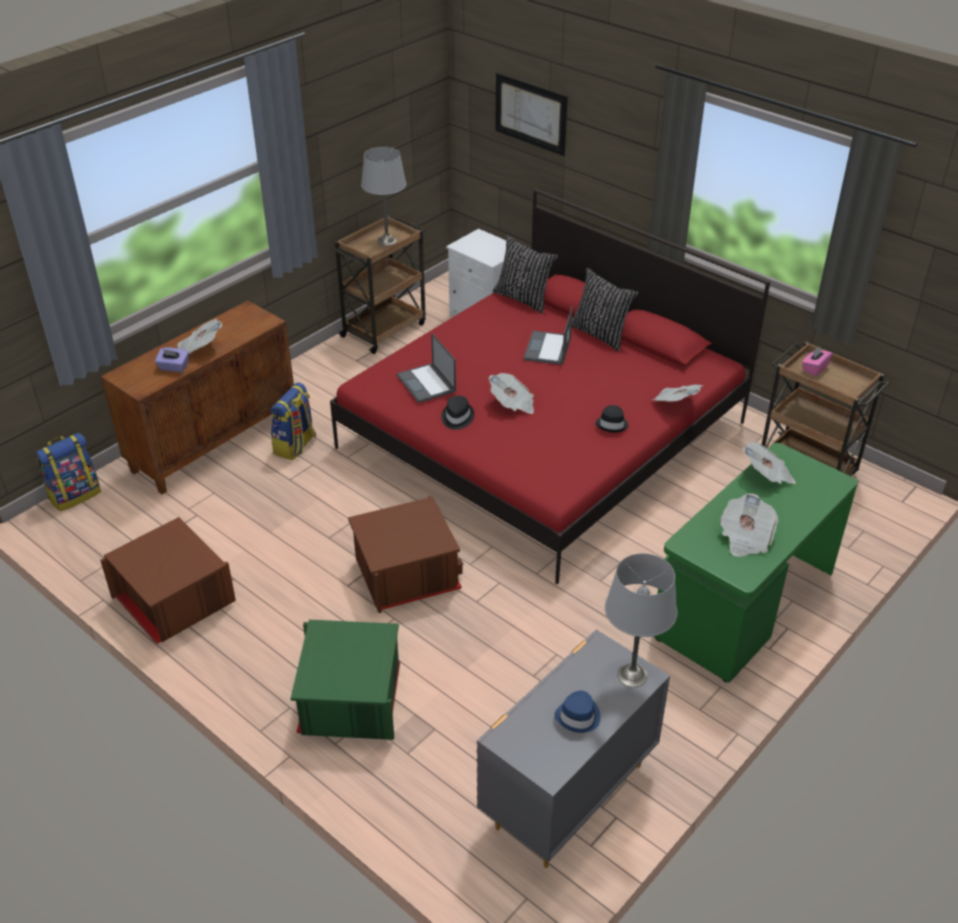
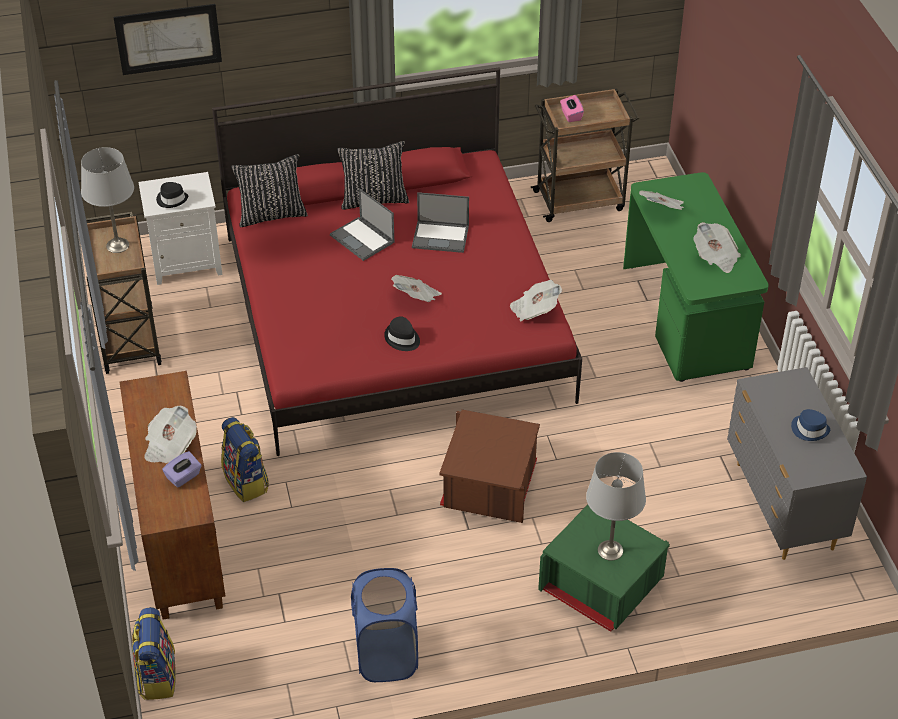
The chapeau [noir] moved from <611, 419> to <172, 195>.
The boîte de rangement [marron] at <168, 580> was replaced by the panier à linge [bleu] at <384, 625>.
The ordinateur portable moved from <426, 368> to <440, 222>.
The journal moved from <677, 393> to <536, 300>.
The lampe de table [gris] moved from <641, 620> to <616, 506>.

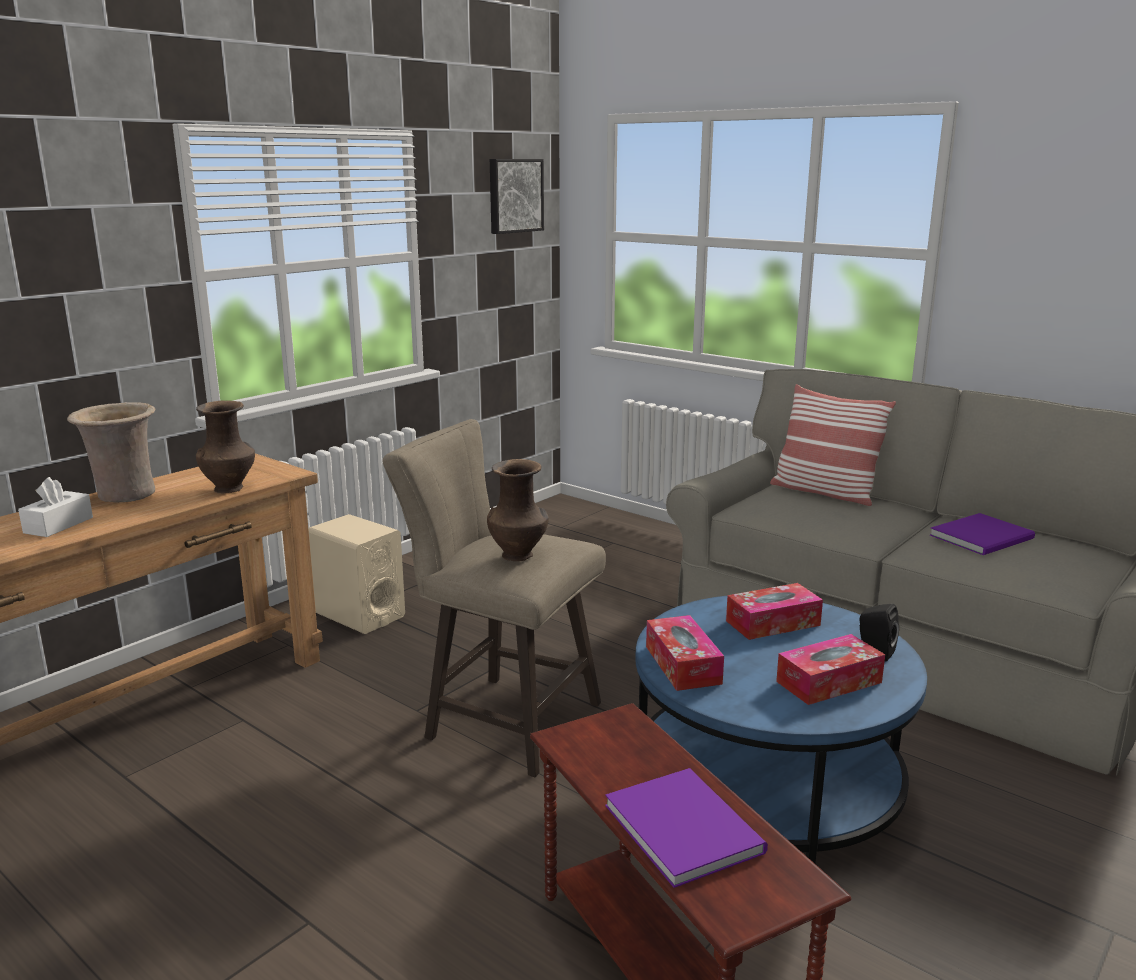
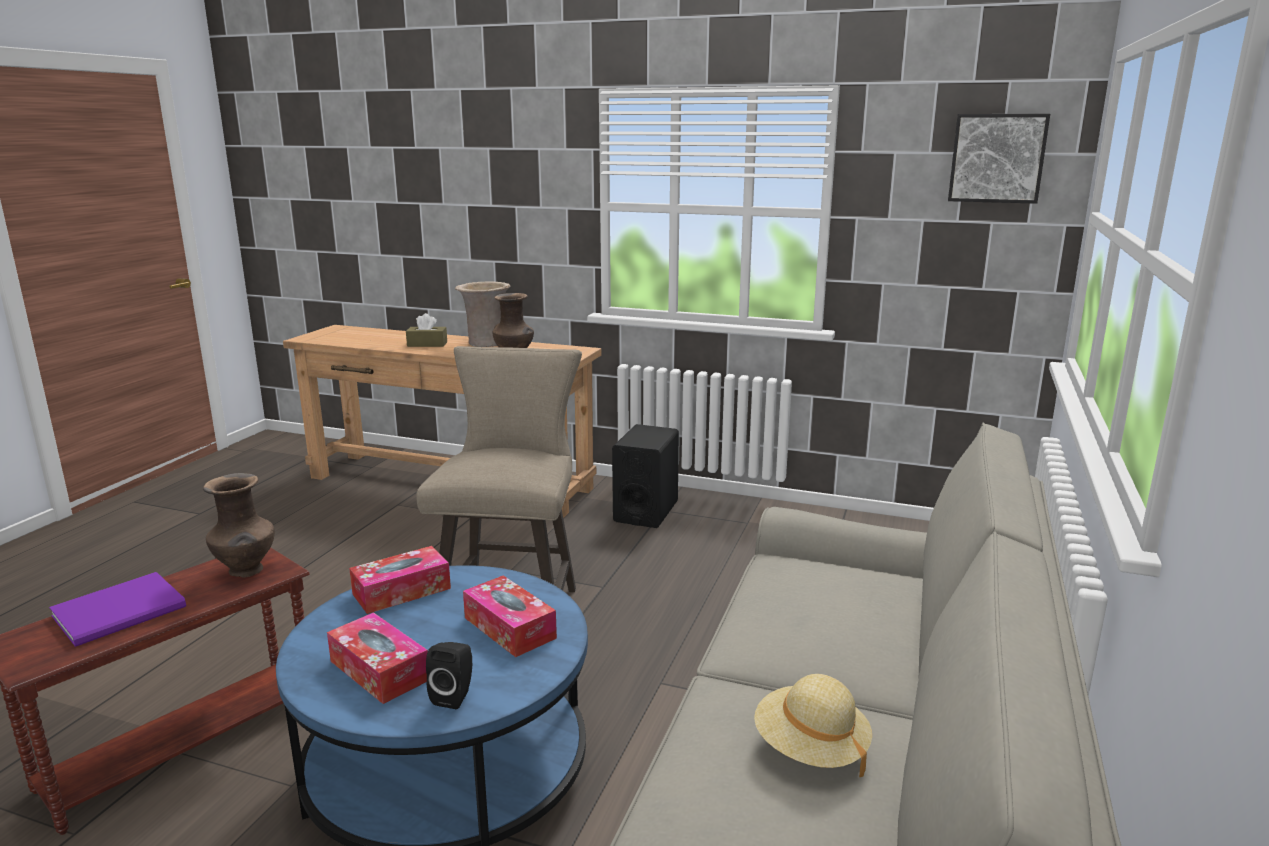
The vase [marron] moved from <518, 510> to <239, 525>.
The boîte à mouchoirs [blanc] at <55, 507> became the boîte à mouchoirs [marron] at <426, 330>.
The enceinte [beige] at <356, 574> became the enceinte [noir] at <645, 476>.
The livre [violet] at <982, 534> was replaced by the chapeau [beige] at <813, 725>.
The coussin at <833, 445> disappeared.

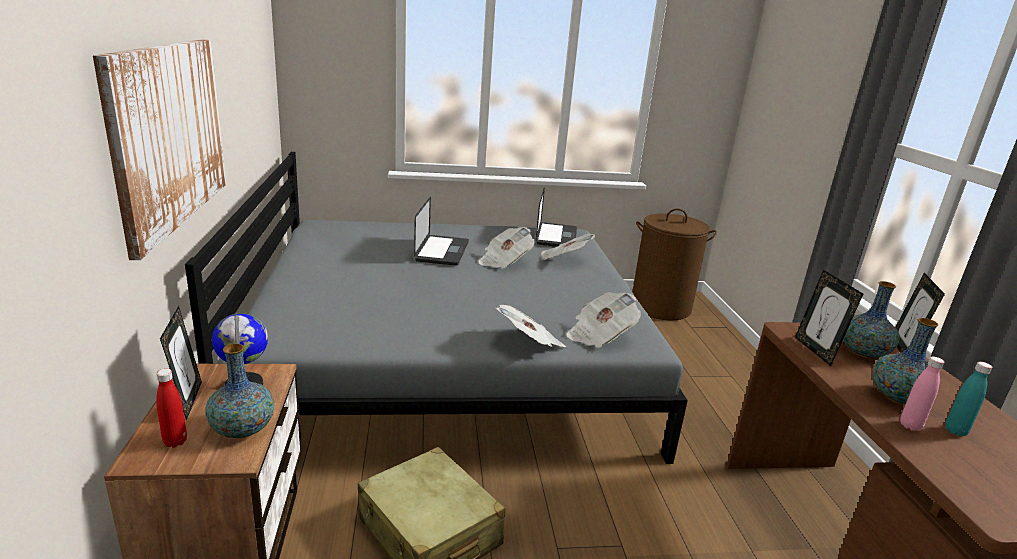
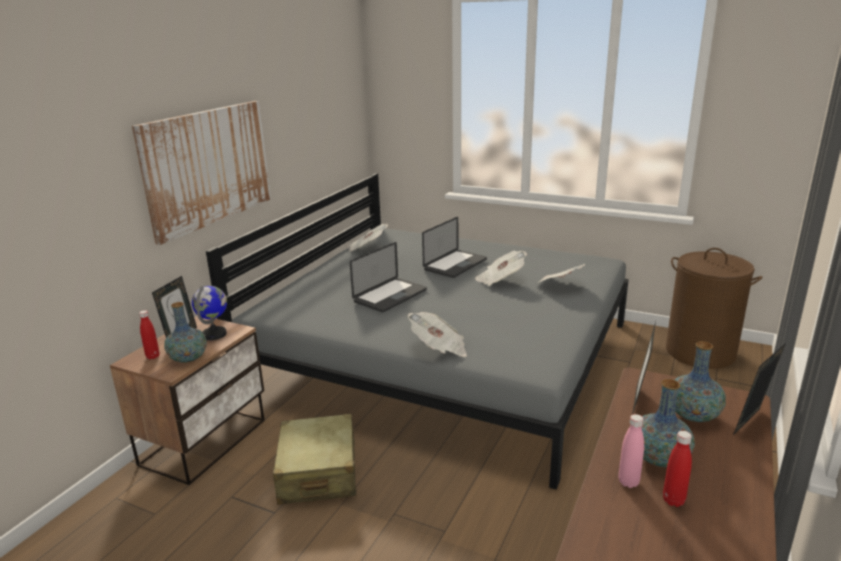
The journal moved from <603, 320> to <367, 238>.
The ordinateur portable moved from <556, 217> to <388, 277>.
The bouteille [turquoise] at <969, 399> became the bouteille [rouge] at <677, 469>.

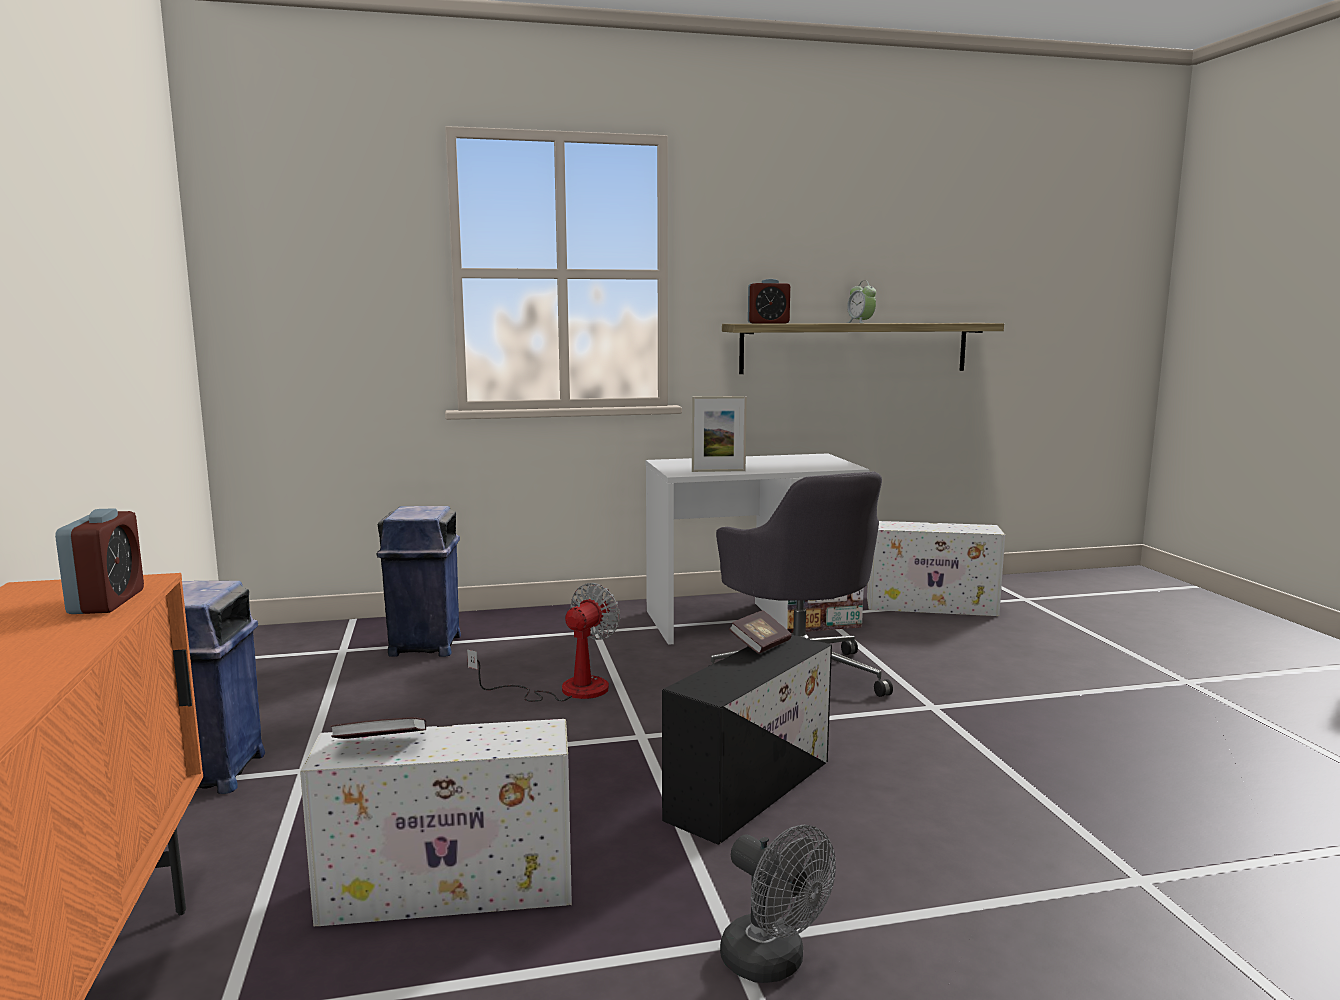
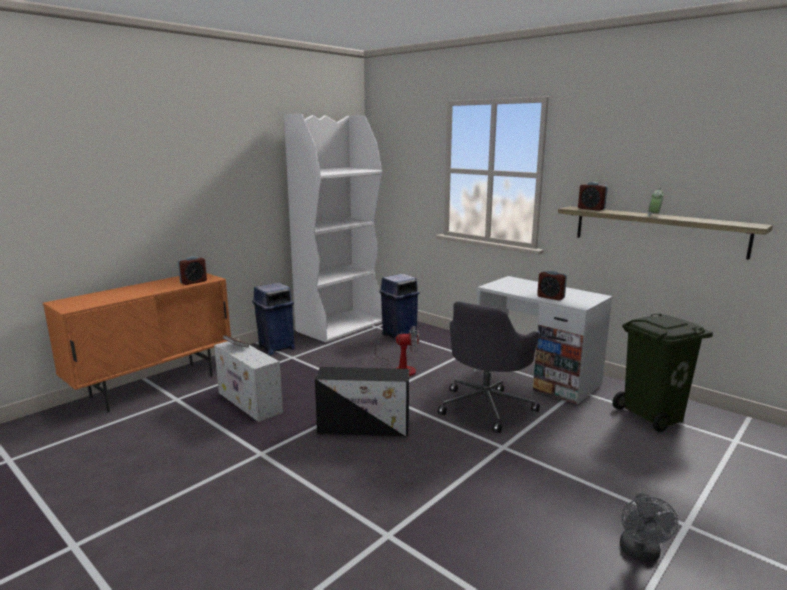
The bibliothèque [blanc] at <333, 228> appeared.
The réveil at <552, 285> appeared.
The boîte de rangement [blanc] at <936, 568> was replaced by the poubelle [vert] at <662, 372>.
The ventilateur [gris] moved from <778, 903> to <649, 527>.
The cadre photo at <719, 434> disappeared.
The livre at <760, 632> disappeared.

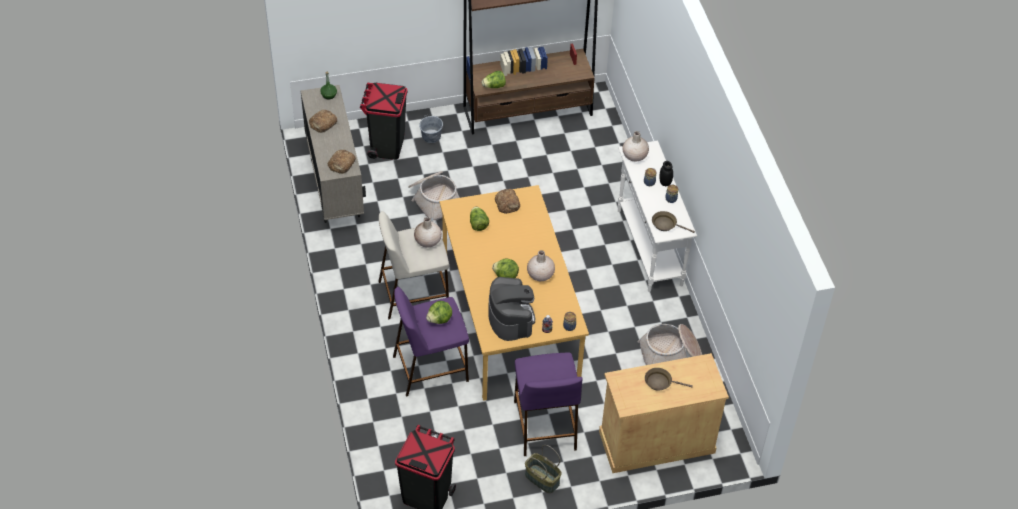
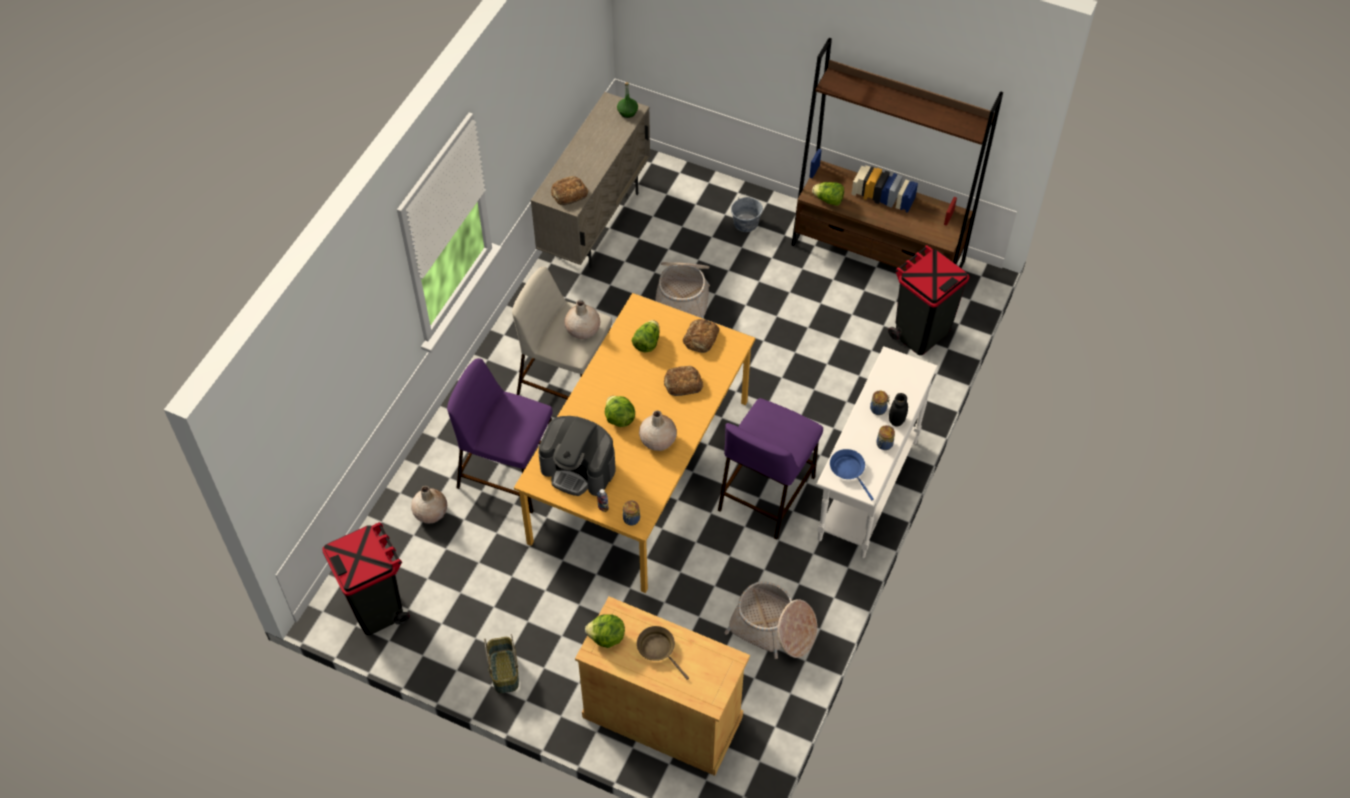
The vase [beige] moved from <635, 146> to <429, 505>.
The machine à café at <511, 309> turned 90 degrees clockwise.
The laitue moved from <439, 312> to <605, 631>.
The pain moved from <323, 121> to <683, 381>.
The tabouret [violet] moved from <548, 404> to <770, 468>.
The poêle [marron] at <673, 222> became the poêle [bleu] at <852, 474>.
The poubelle [noir] moved from <383, 121> to <928, 300>.

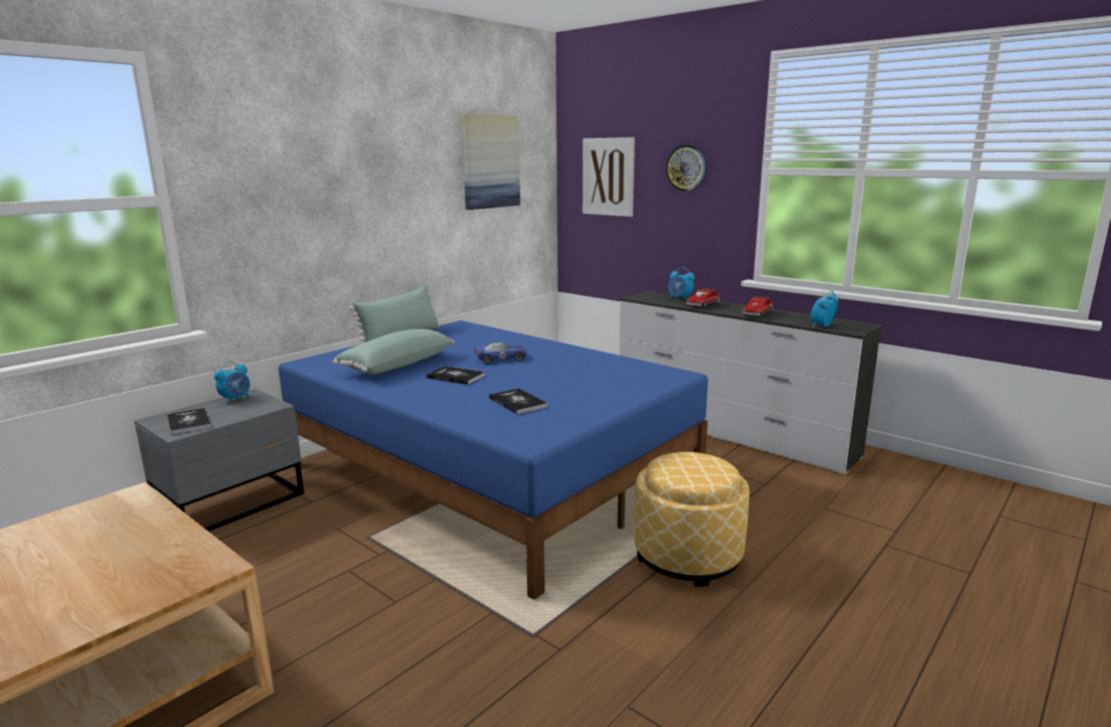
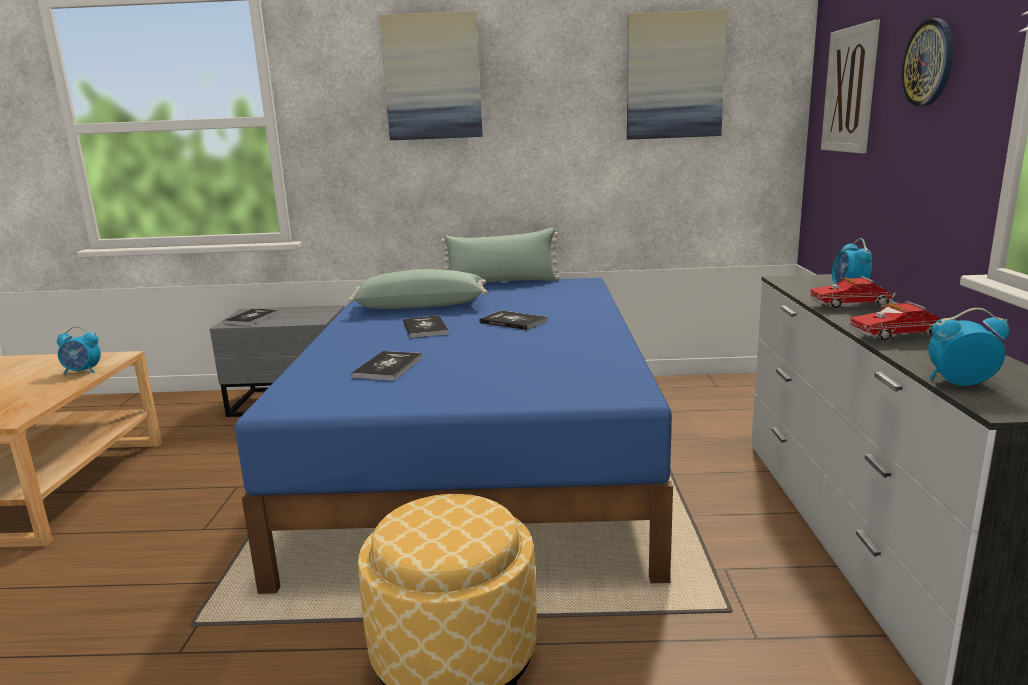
The réveil moved from <232, 382> to <79, 350>.
The tableau at <431, 75> appeared.
The petite voiture at <500, 353> was replaced by the livre at <513, 320>.

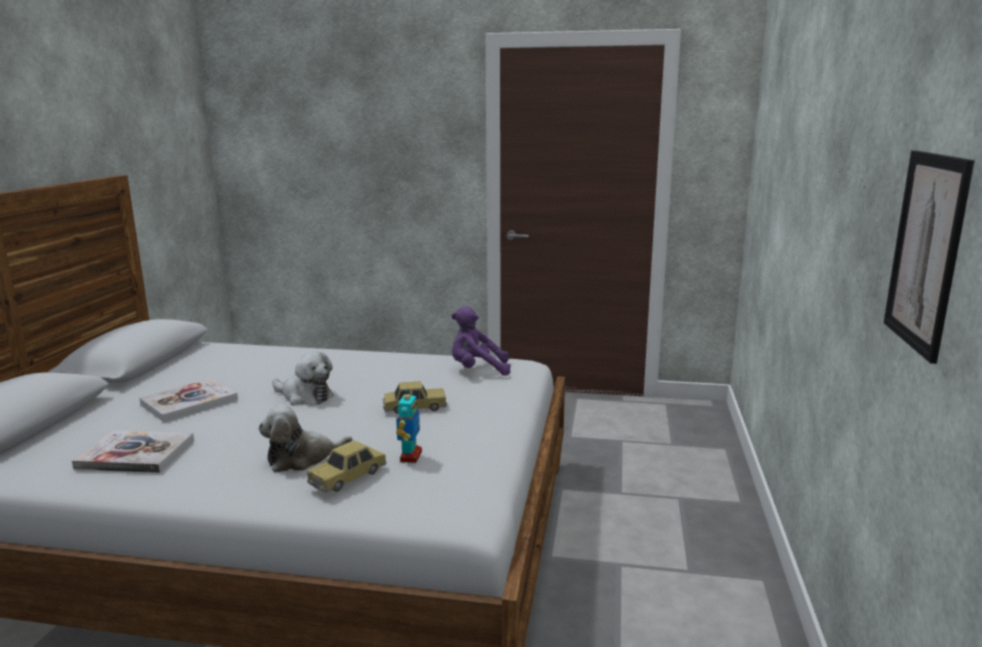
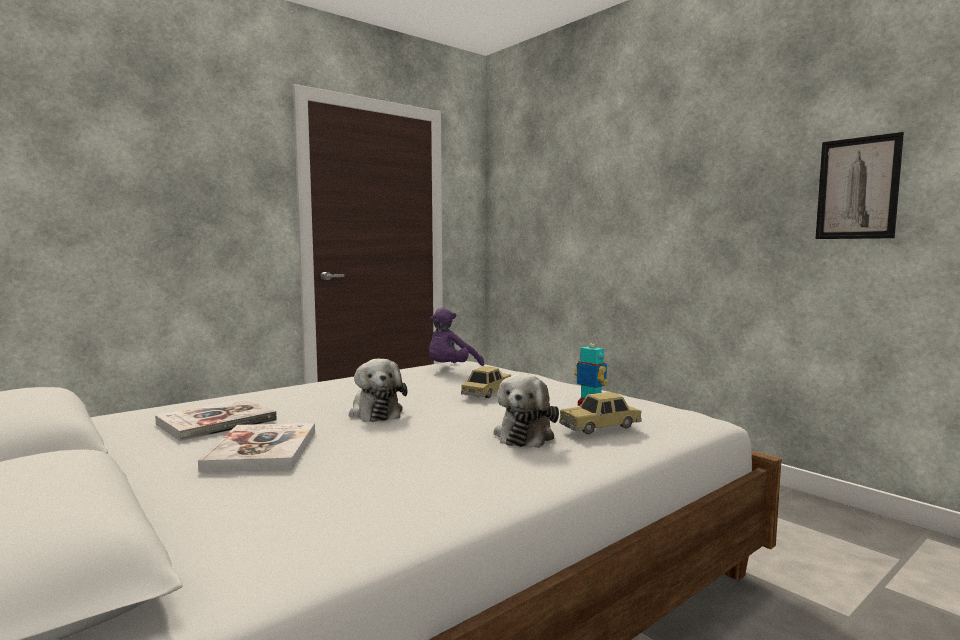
The livre moved from <133, 451> to <216, 419>.
The peluche at <303, 378> turned 90 degrees clockwise.
The petite voiture at <346, 466> turned 75 degrees clockwise.

